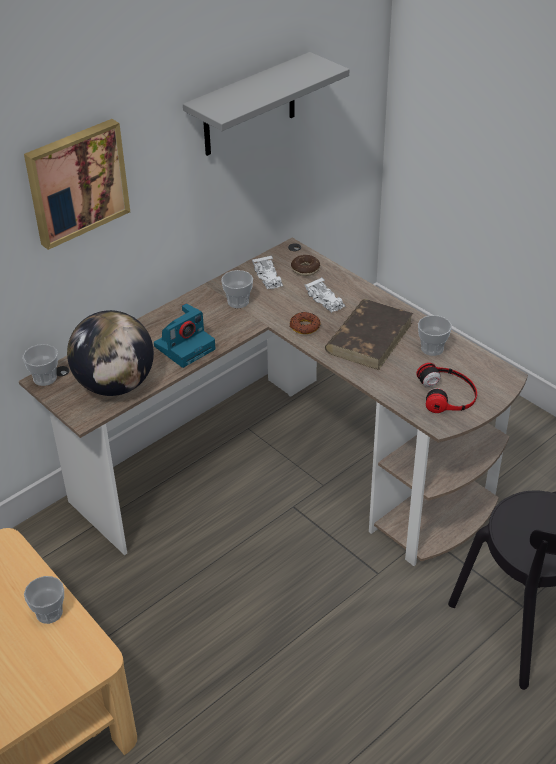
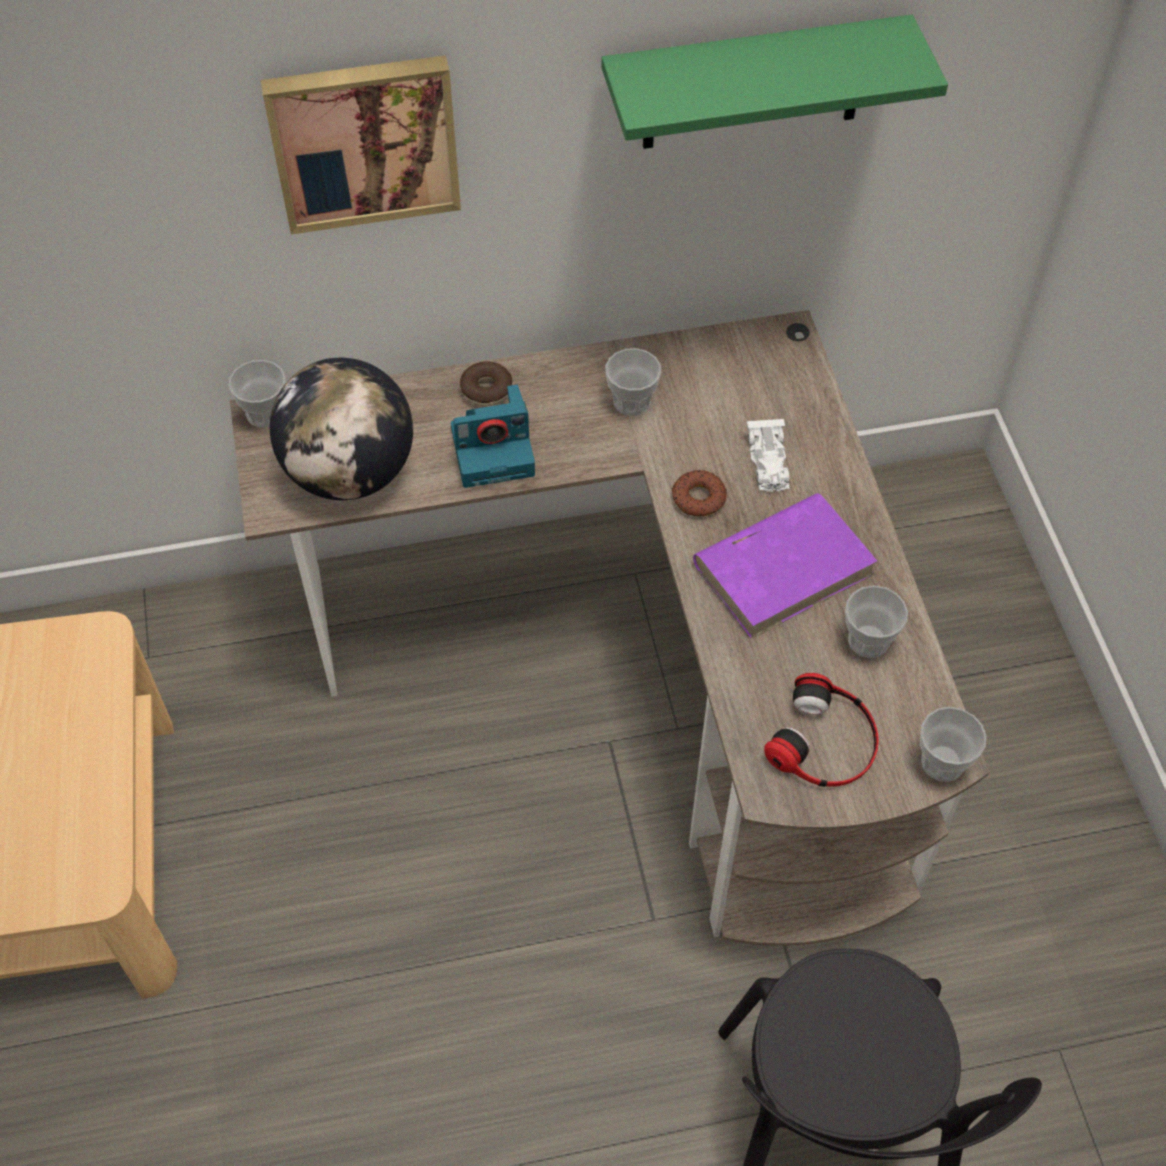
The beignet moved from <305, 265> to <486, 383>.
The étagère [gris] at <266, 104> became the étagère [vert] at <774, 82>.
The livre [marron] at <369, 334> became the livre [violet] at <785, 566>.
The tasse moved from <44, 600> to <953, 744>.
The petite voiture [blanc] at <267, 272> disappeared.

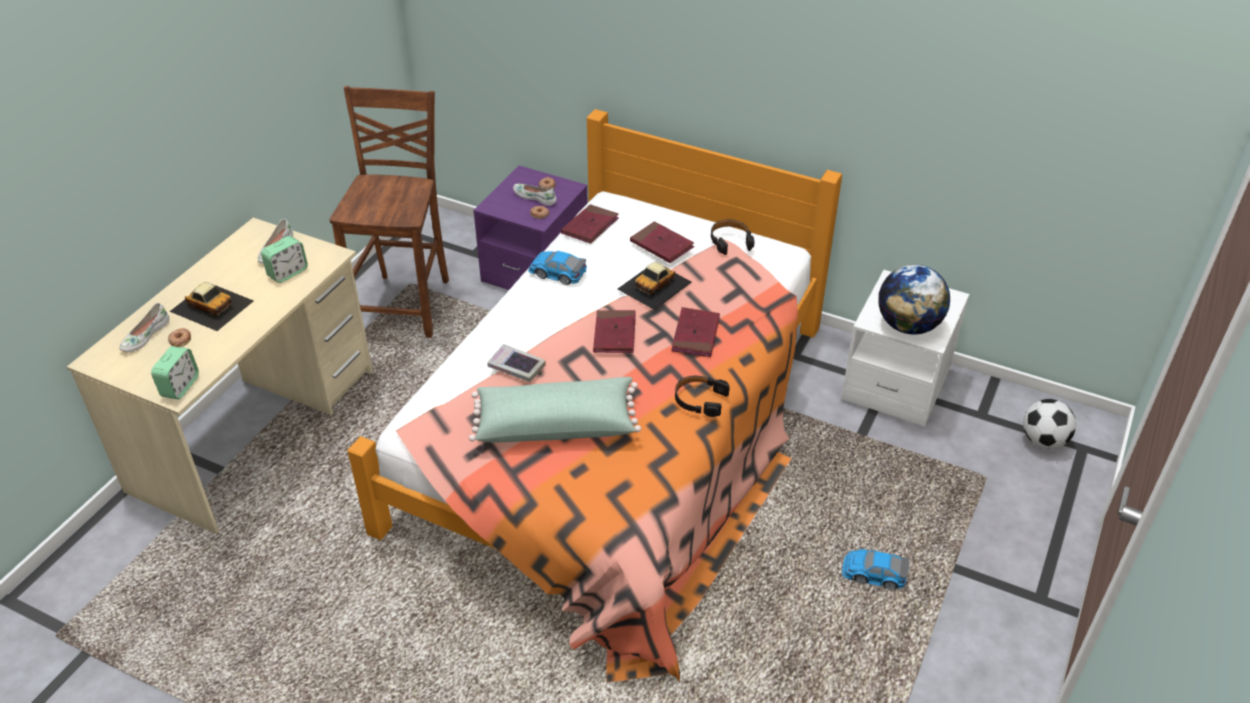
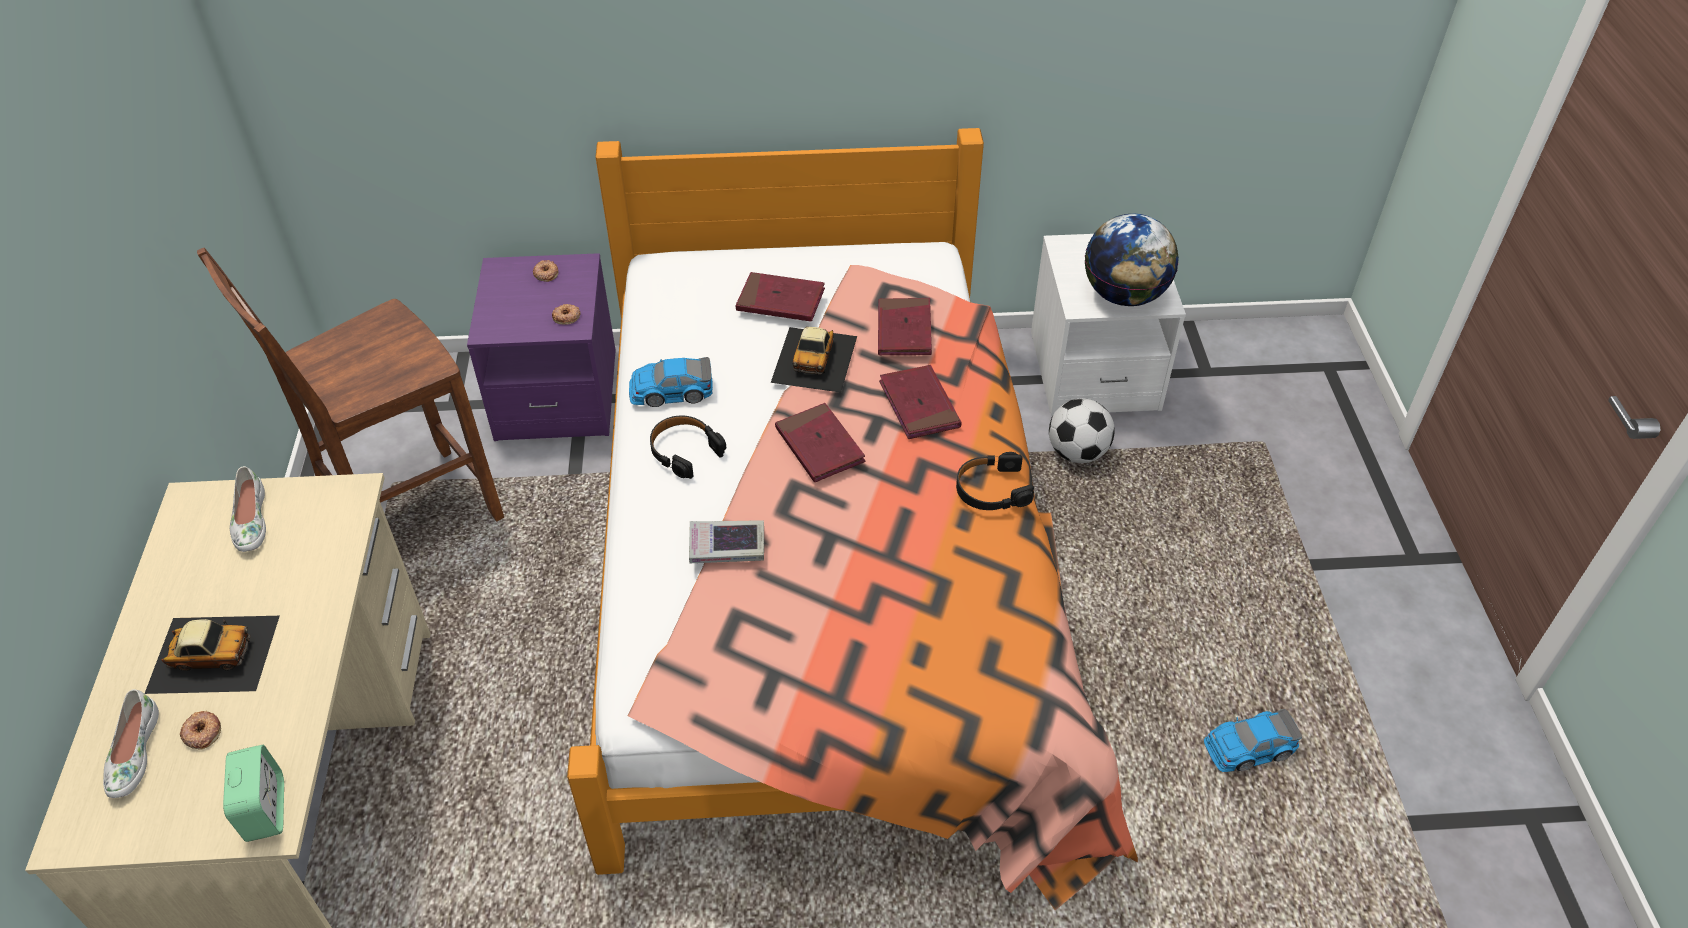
The chaise [marron] at <389, 212> turned 105 degrees counterclockwise.
The casque audio [noir] moved from <732, 237> to <688, 447>.
The livre [rouge] moved from <590, 224> to <905, 327>.
The ballon de foot moved from <1049, 424> to <1082, 431>.
The petite voiture moved from <875, 569> to <1253, 740>.
The réveil at <284, 259> disappeared.
The coussin [vert] at <555, 409> disappeared.
The chaussure [blanc] at <535, 195> disappeared.

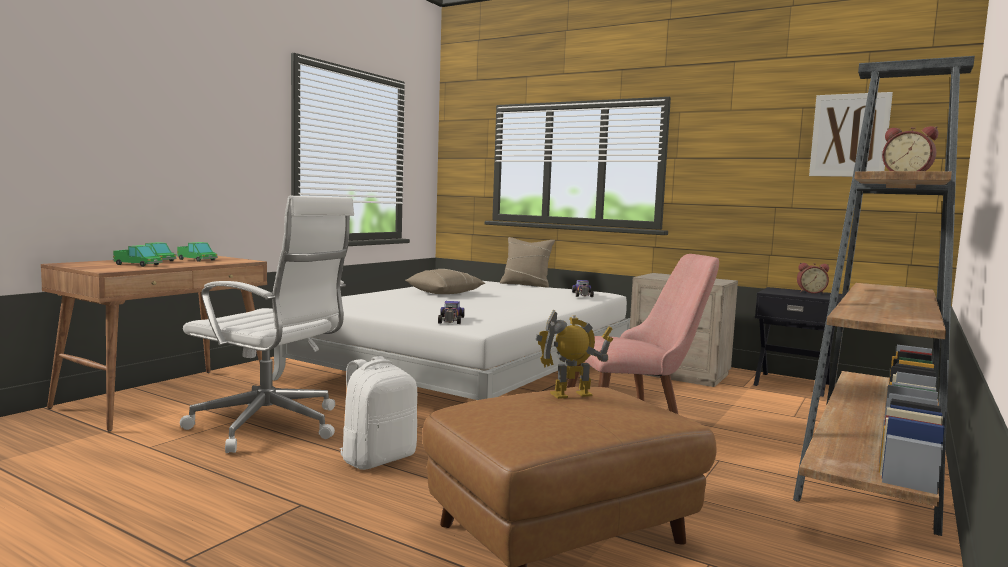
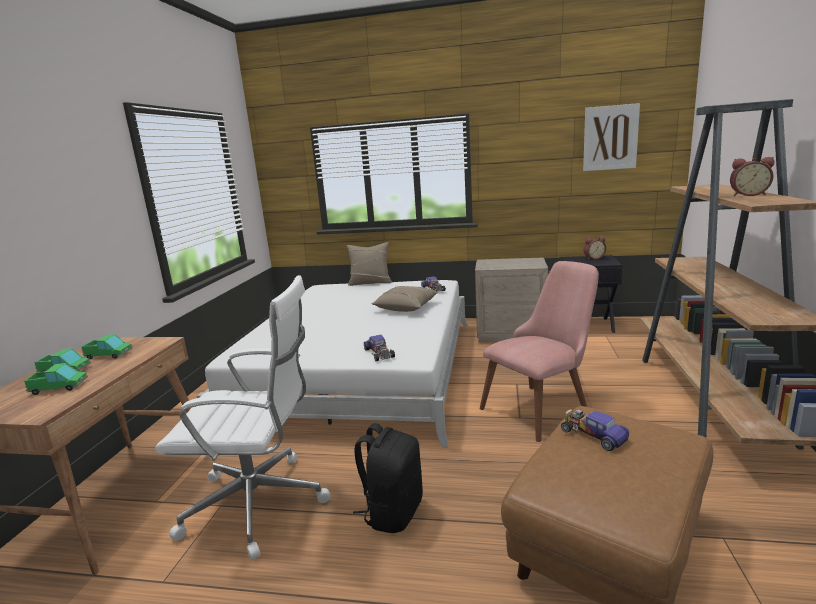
The sac à dos [blanc] at <378, 413> became the sac à dos [noir] at <388, 478>.
The coussin [beige] moved from <445, 281> to <404, 299>.
The robot jouet at <574, 354> was replaced by the petite voiture at <595, 430>.

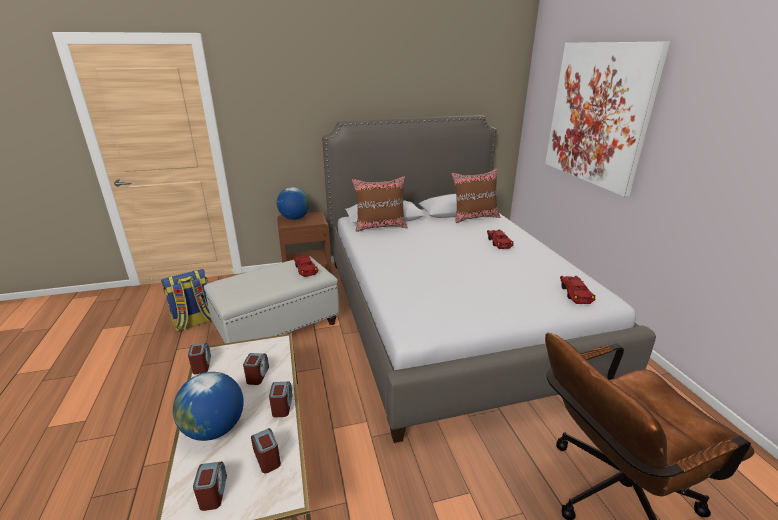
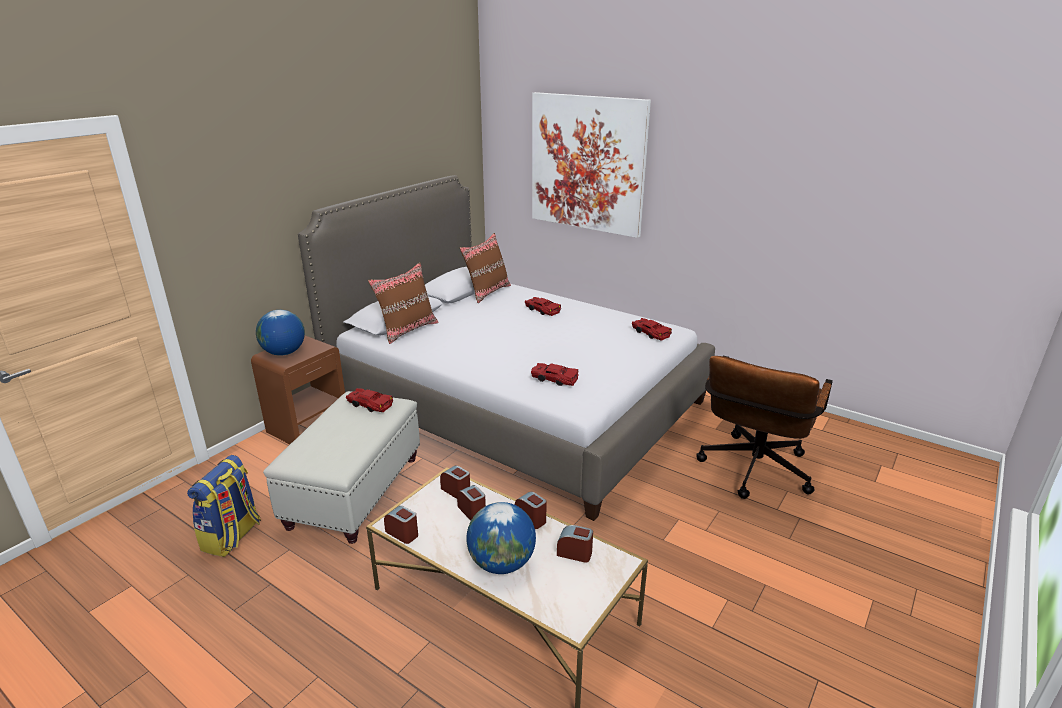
The réveil moved from <210, 486> to <455, 482>.
The petite voiture [rouge] at <555, 374> appeared.

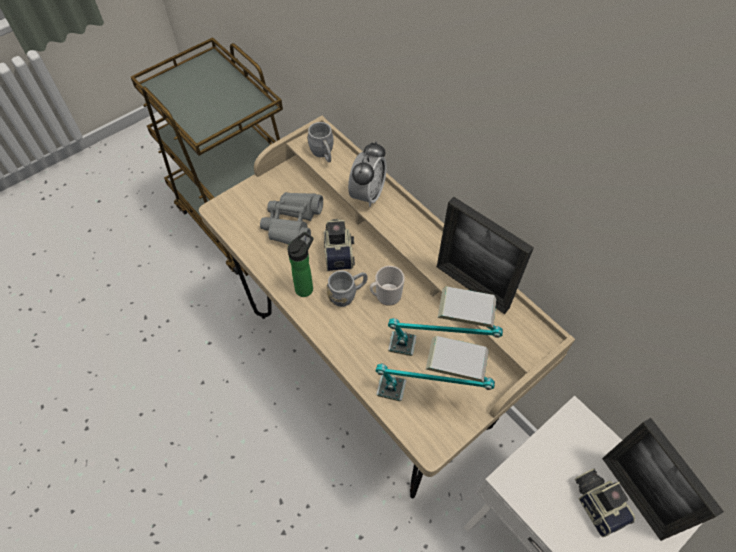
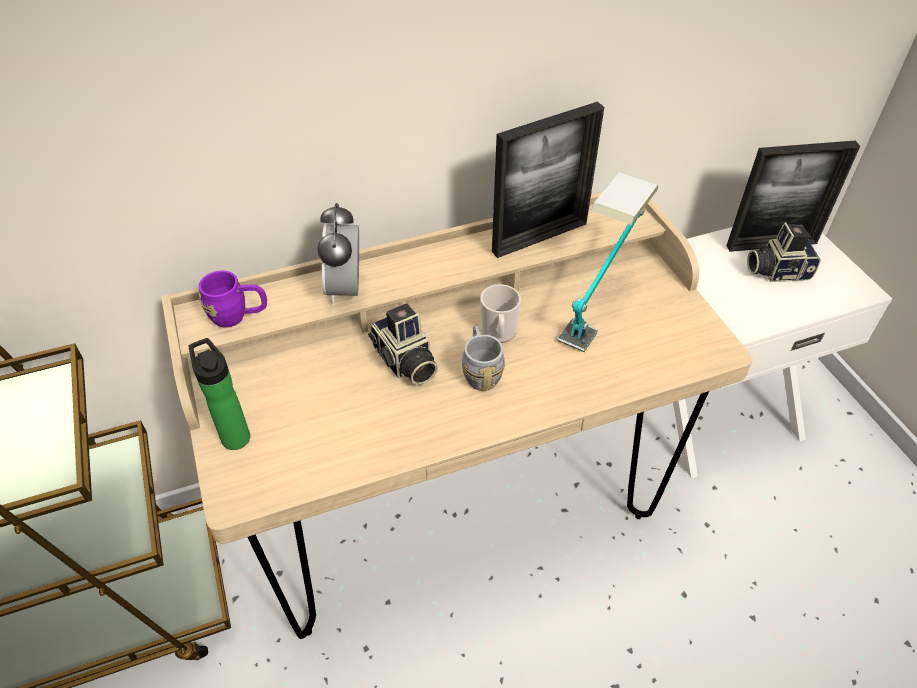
The bouteille moved from <301, 264> to <219, 394>.
The mug [gris] at <320, 142> became the mug [violet] at <232, 299>.
The réveil at <367, 174> turned 135 degrees counterclockwise.
The appareil photo at <339, 245> turned 135 degrees counterclockwise.
The jumelles [gris] at <291, 218> disappeared.
The lampe de table at <435, 368> disappeared.

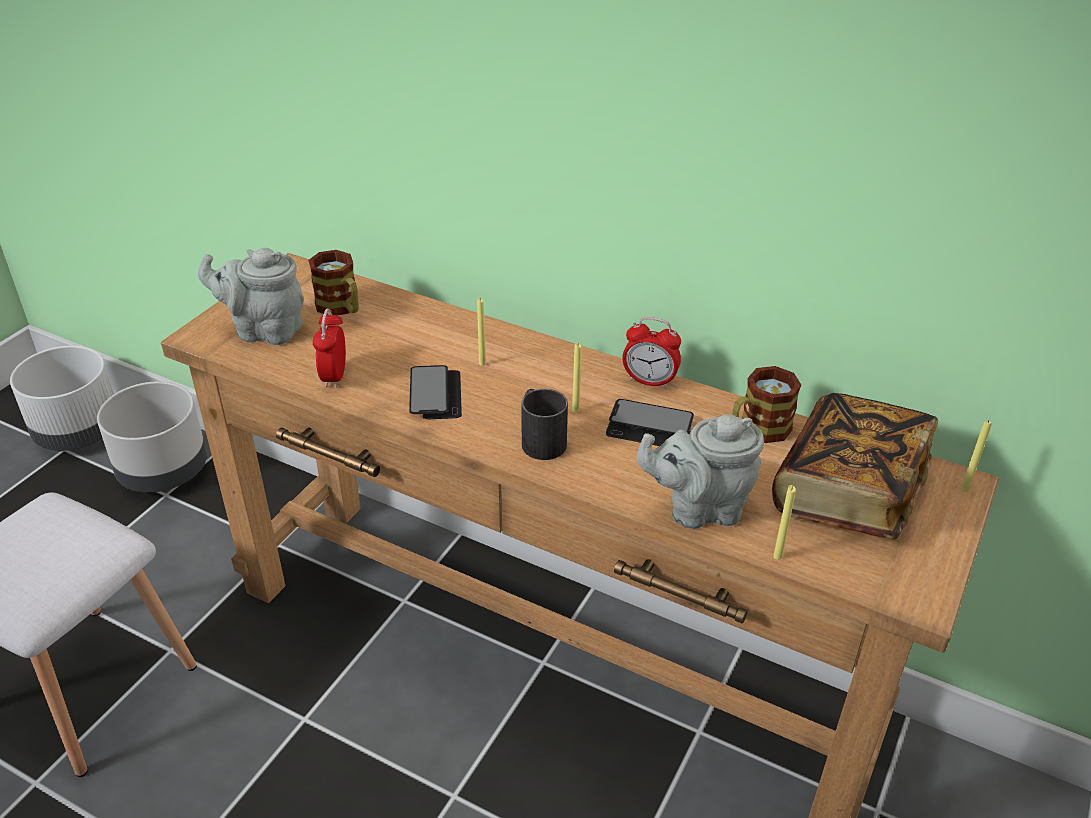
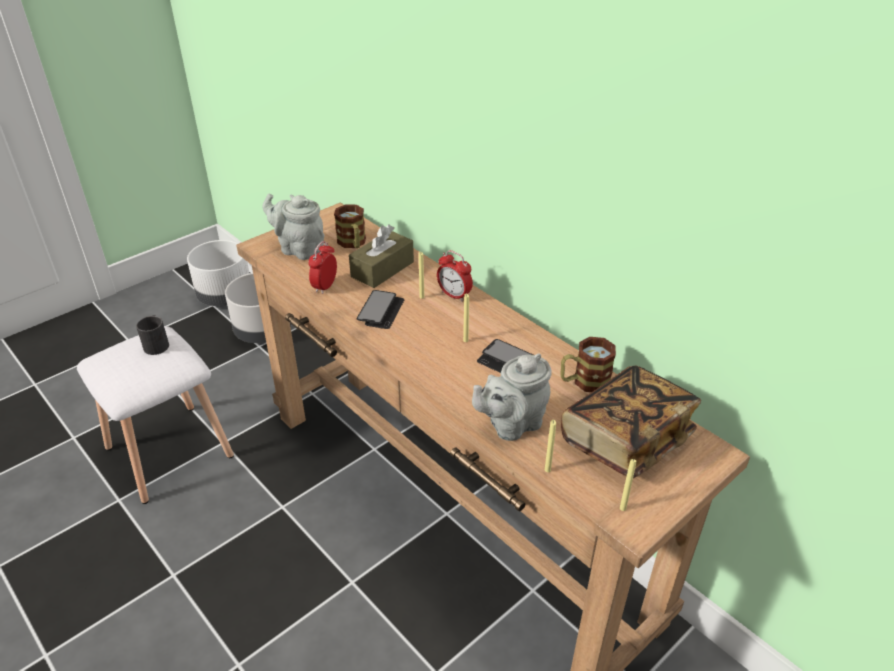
The mug [noir] moved from <544, 424> to <152, 335>.
The boîte à mouchoirs [marron] at <381, 256> appeared.
The réveil moved from <651, 353> to <455, 276>.
The théière [gris] at <700, 472> turned 45 degrees counterclockwise.
The bougie [jaune] moved from <976, 456> to <628, 485>.

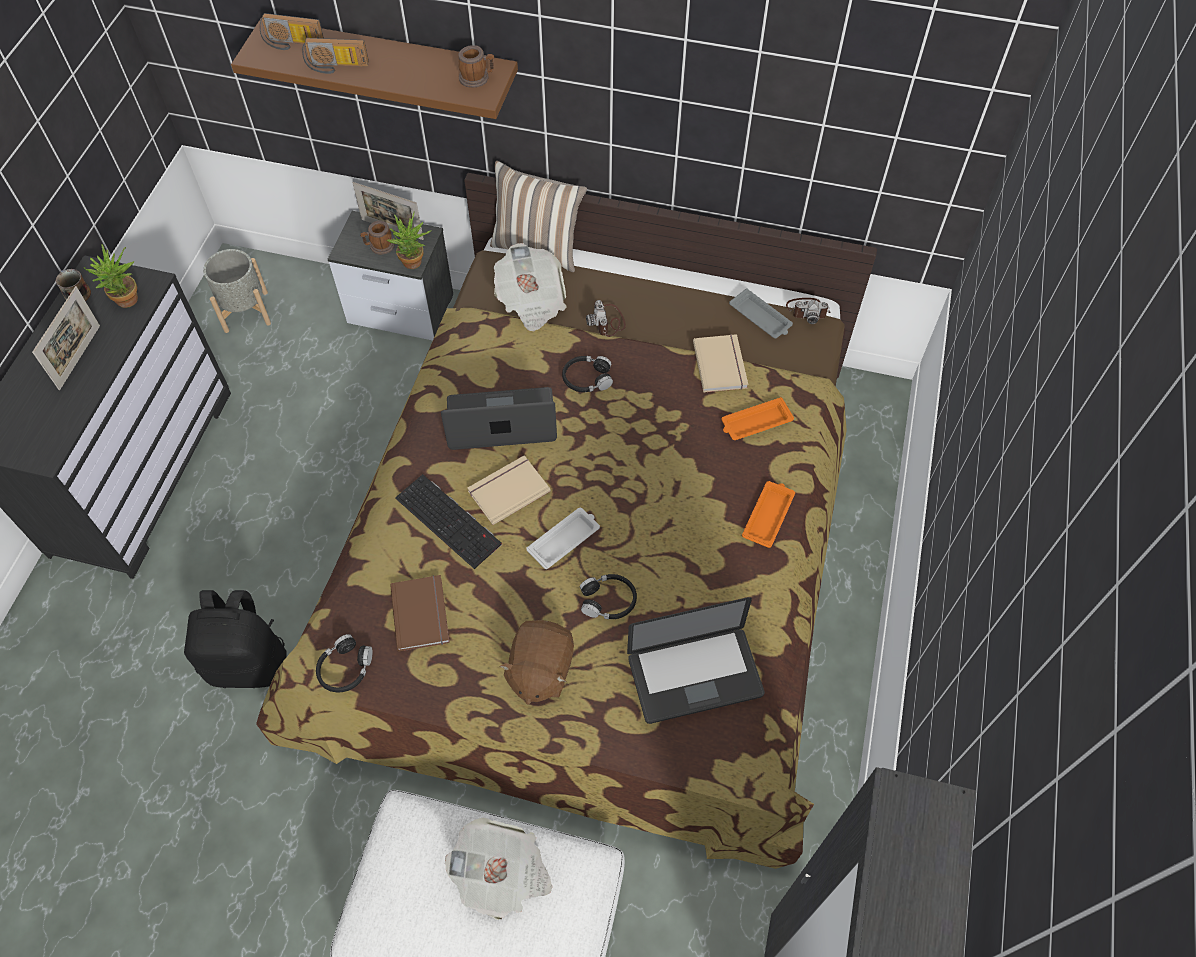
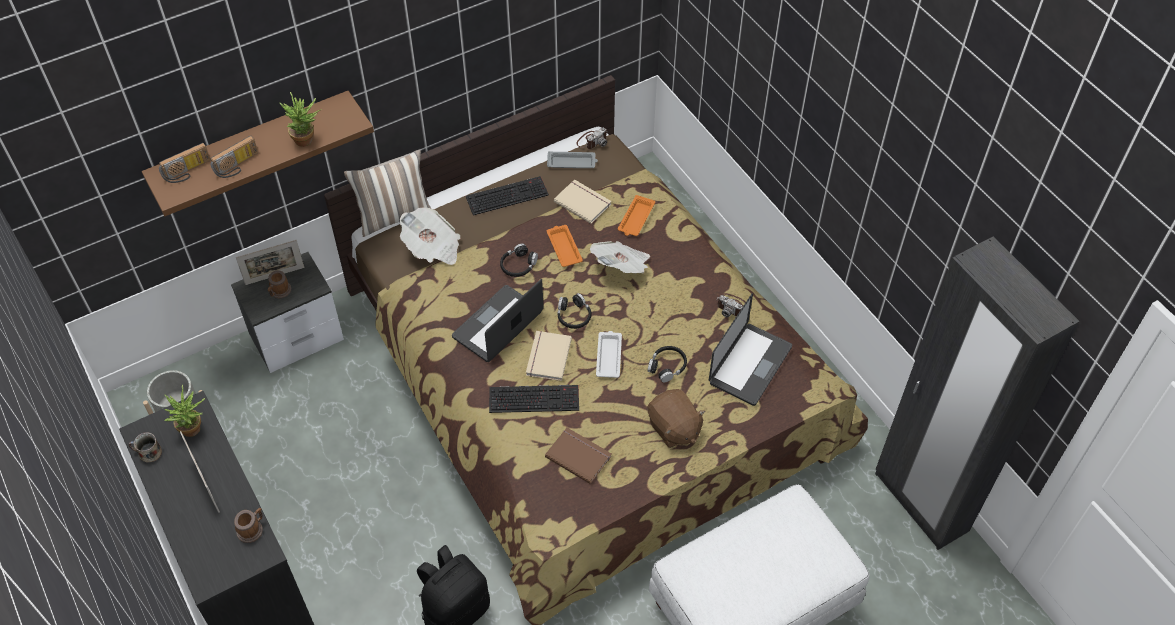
The mug moved from <476, 66> to <248, 525>.
The plante en pot moved from <409, 240> to <301, 119>.
The clavier at <507, 196> appeared.
The plateau [orange] moved from <768, 514> to <565, 246>.
The casque audio [noir] moved from <344, 663> to <575, 311>.
The journal moved from <499, 869> to <620, 257>.
The appareil photo moved from <606, 318> to <731, 305>.

